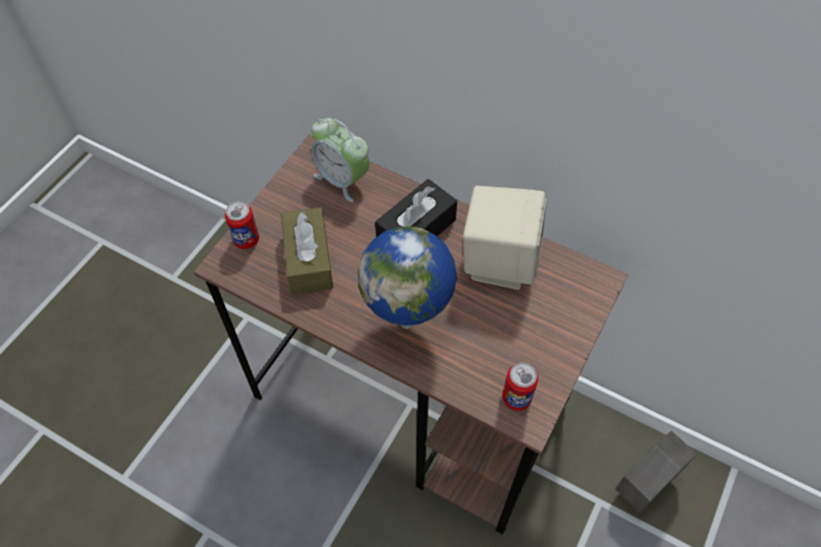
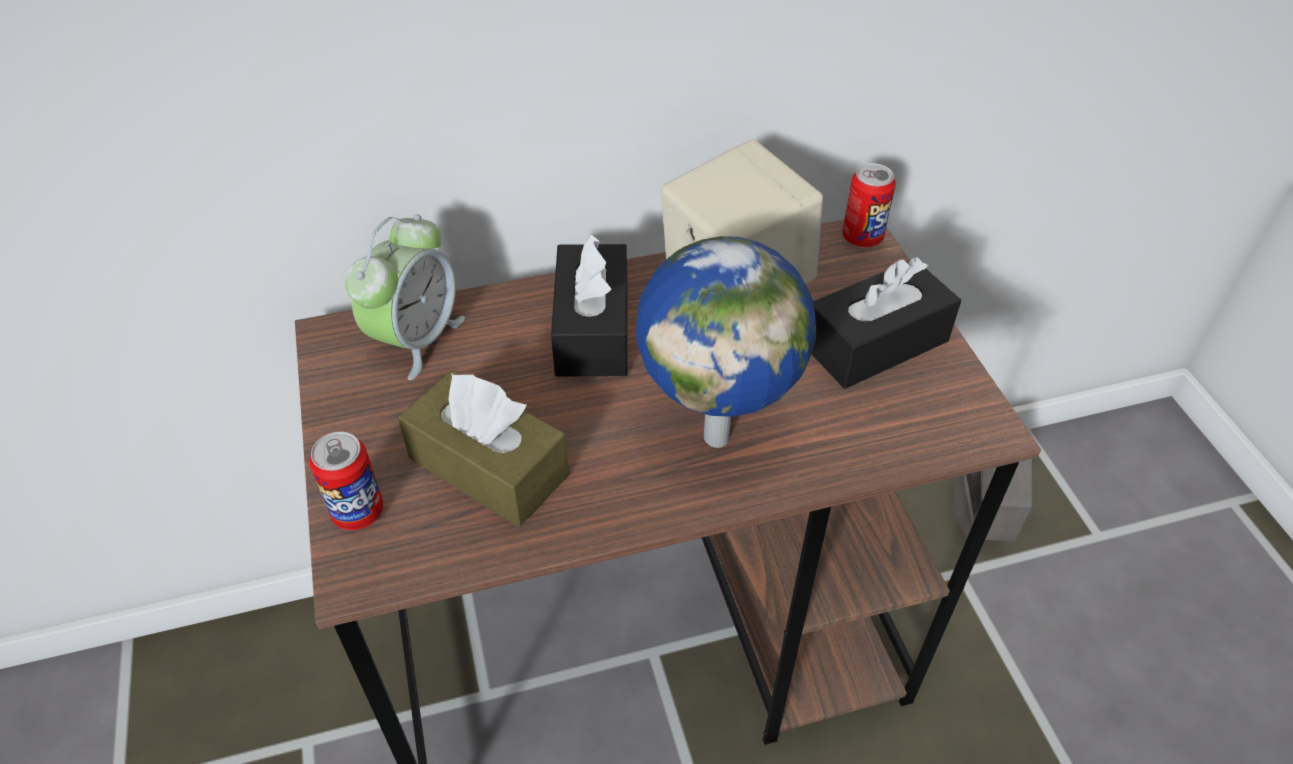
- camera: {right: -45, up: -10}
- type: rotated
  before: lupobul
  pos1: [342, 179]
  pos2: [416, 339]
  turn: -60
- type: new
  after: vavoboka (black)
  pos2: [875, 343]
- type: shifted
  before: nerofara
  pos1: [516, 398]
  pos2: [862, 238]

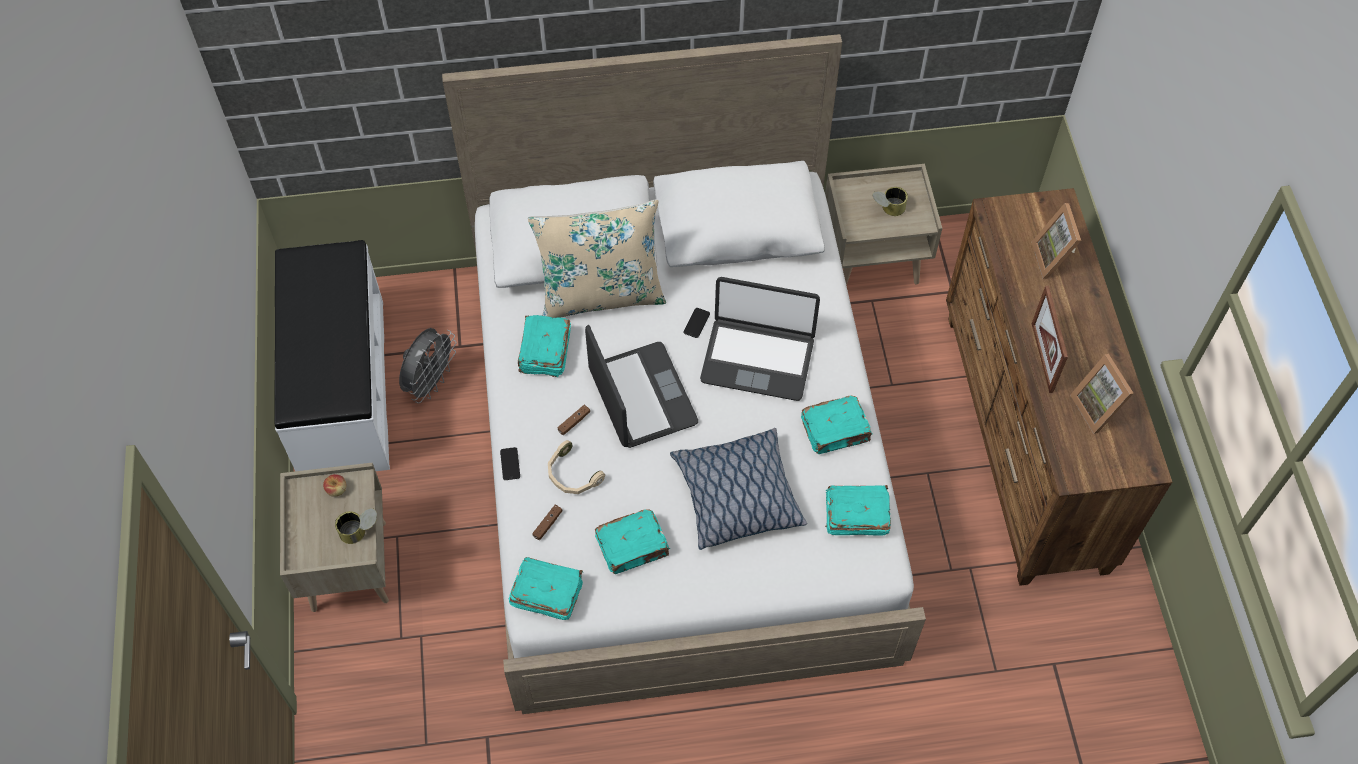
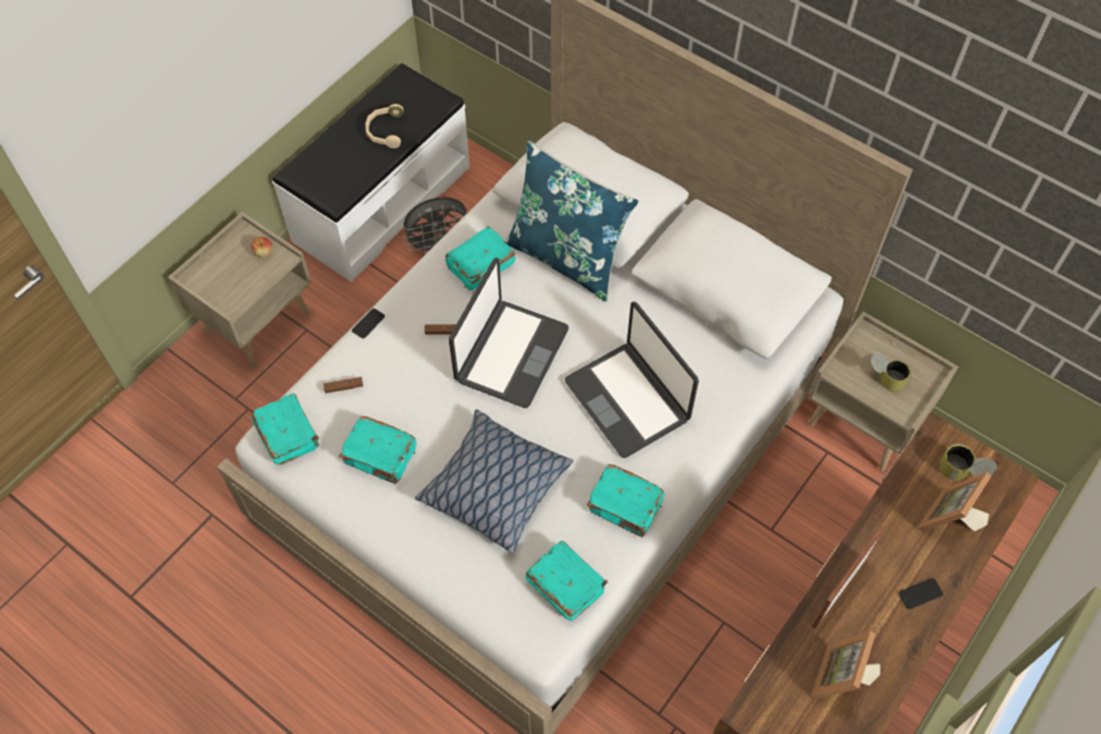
- camera: {right: 45, up: 0}
- type: shifted
  before: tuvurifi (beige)
  pos1: [572, 475]
  pos2: [385, 131]
- type: repainted
  before: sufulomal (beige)
  after: sufulomal (blue)
  pos1: [601, 294]
  pos2: [567, 257]
- type: shifted
  before: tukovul
  pos1: [696, 323]
  pos2: [920, 594]
- type: shifted
  before: nerofara
  pos1: [360, 531]
  pos2: [961, 473]

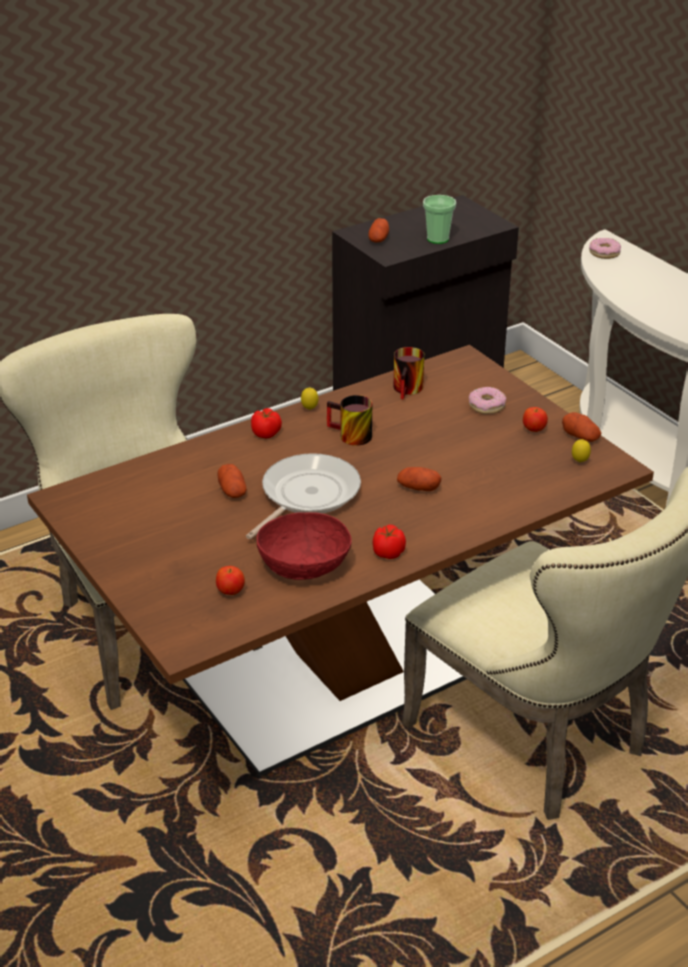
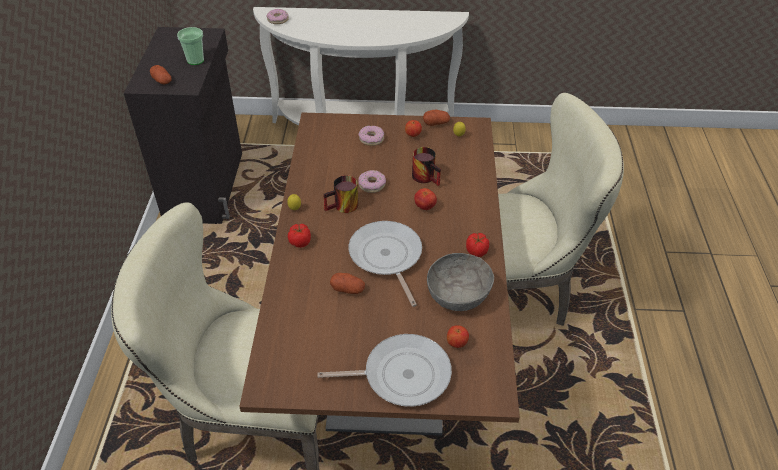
- camera: {right: -55, up: 10}
- type: new
  after: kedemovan
  pos2: [401, 374]
- type: new
  after: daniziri
  pos2: [371, 185]
- type: shifted
  before: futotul
  pos1: [409, 390]
  pos2: [427, 177]
- type: swapped
  before: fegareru
  after: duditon
  pos1: [418, 488]
  pos2: [425, 206]
- type: repainted
  before: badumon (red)
  after: badumon (grey)
  pos1: [305, 565]
  pos2: [458, 294]

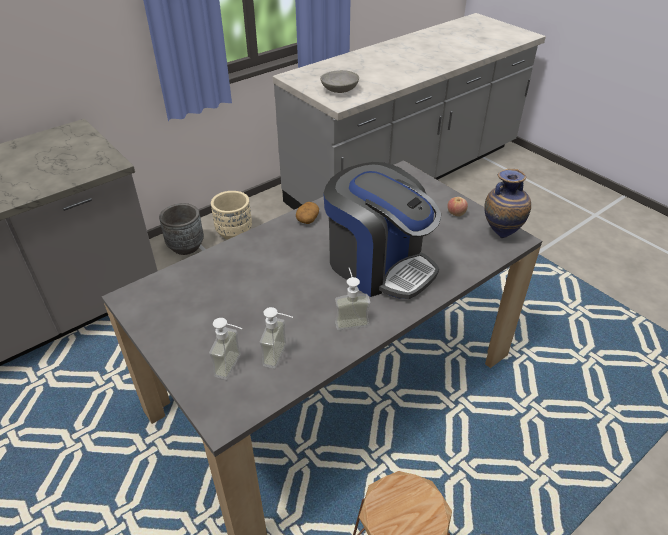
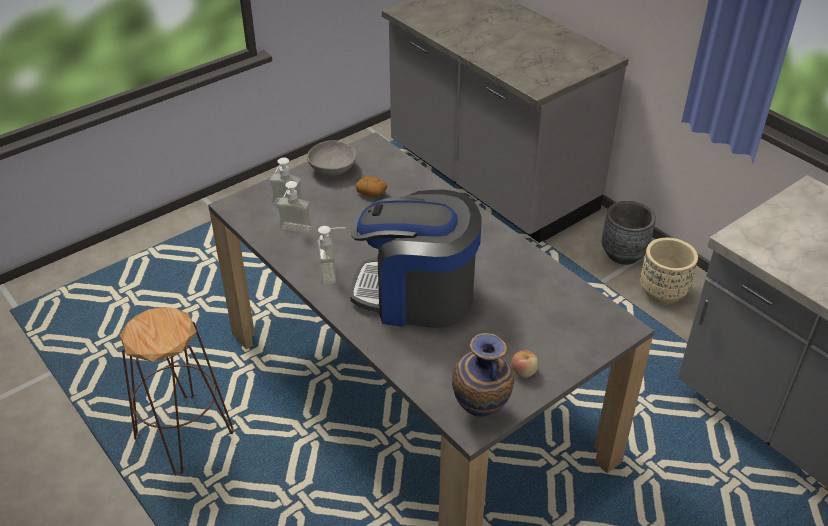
- camera: {right: 90, up: 0}
- type: shifted
  before: badumon (grey)
  pos1: [339, 91]
  pos2: [332, 169]
- type: rotated
  before: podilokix
  pos1: [379, 265]
  pos2: [416, 295]
  turn: 60
- type: shifted
  before: fegareru
  pos1: [307, 219]
  pos2: [371, 193]

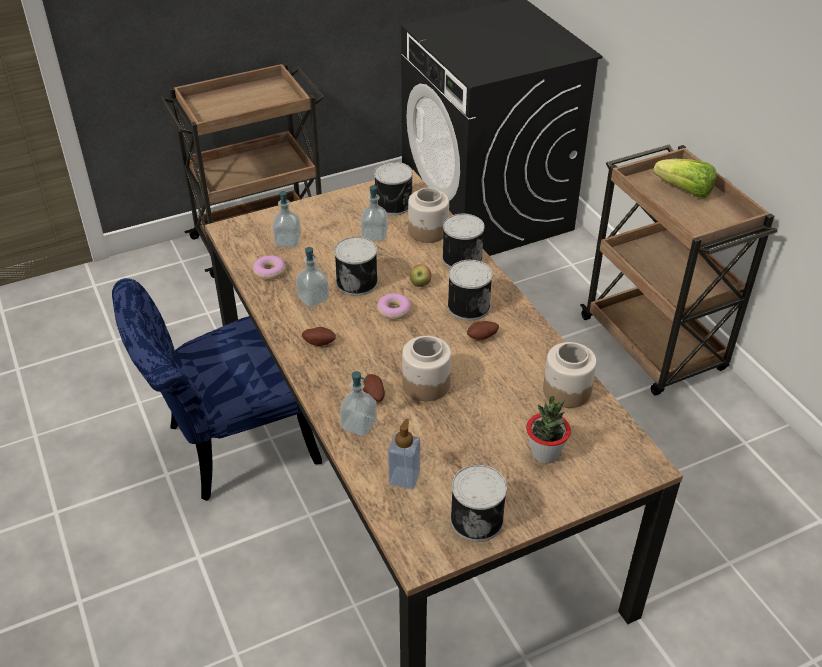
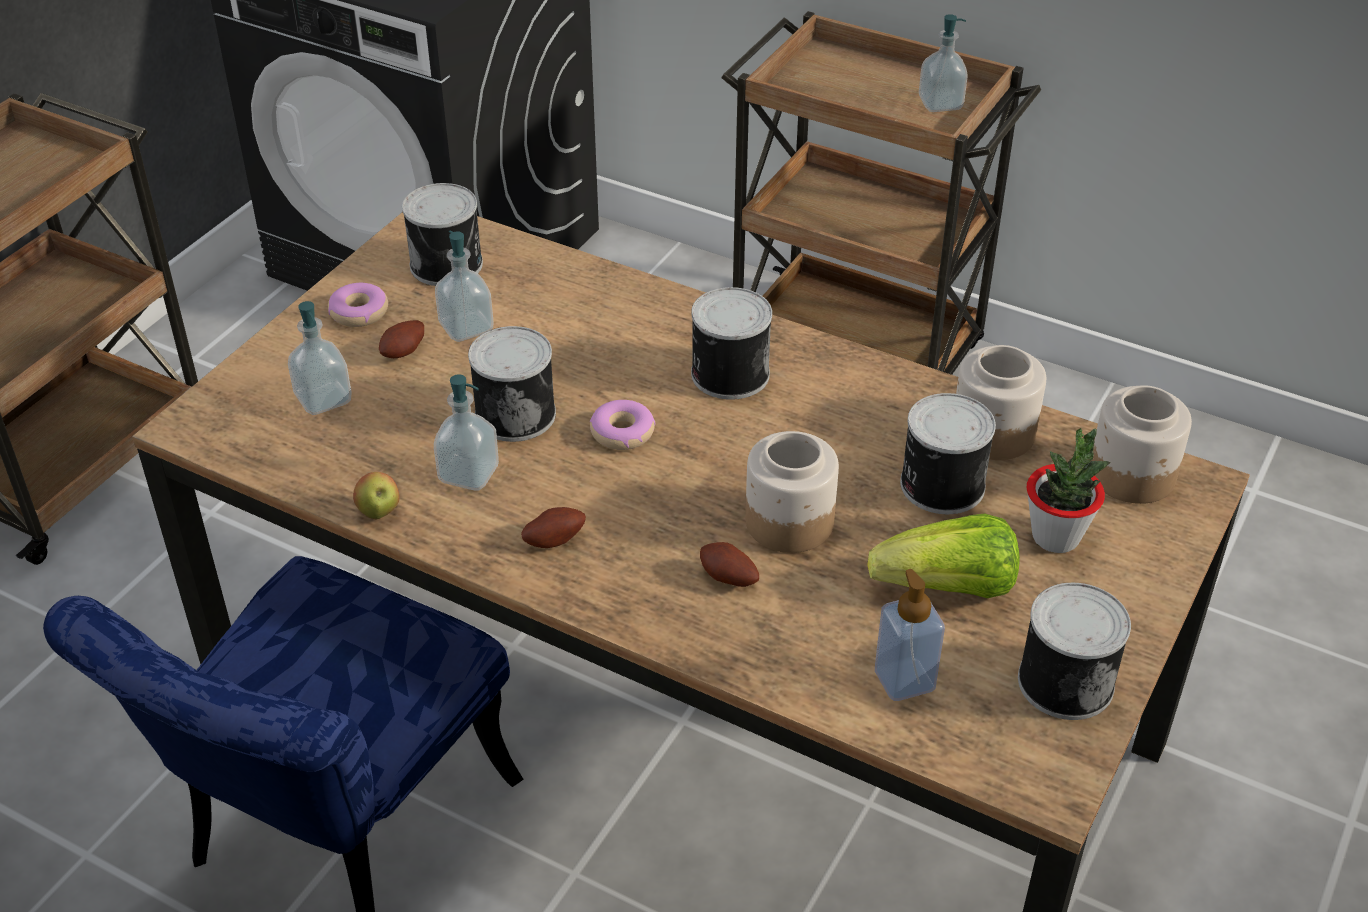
- camera: {right: -35, up: 0}
- type: shifted
  before: daniziri
  pos1: [269, 271]
  pos2: [359, 312]
- type: shifted
  before: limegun
  pos1: [420, 284]
  pos2: [379, 512]
- type: shifted
  before: fegareru
  pos1: [482, 337]
  pos2: [405, 353]
- type: shifted
  before: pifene
  pos1: [684, 191]
  pos2: [948, 588]
- type: shifted
  before: nerofara
  pos1: [461, 258]
  pos2: [940, 484]
- type: shifted
  before: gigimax
  pos1: [359, 425]
  pos2: [940, 103]
- type: shifted
  before: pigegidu
  pos1: [428, 231]
  pos2: [1133, 475]

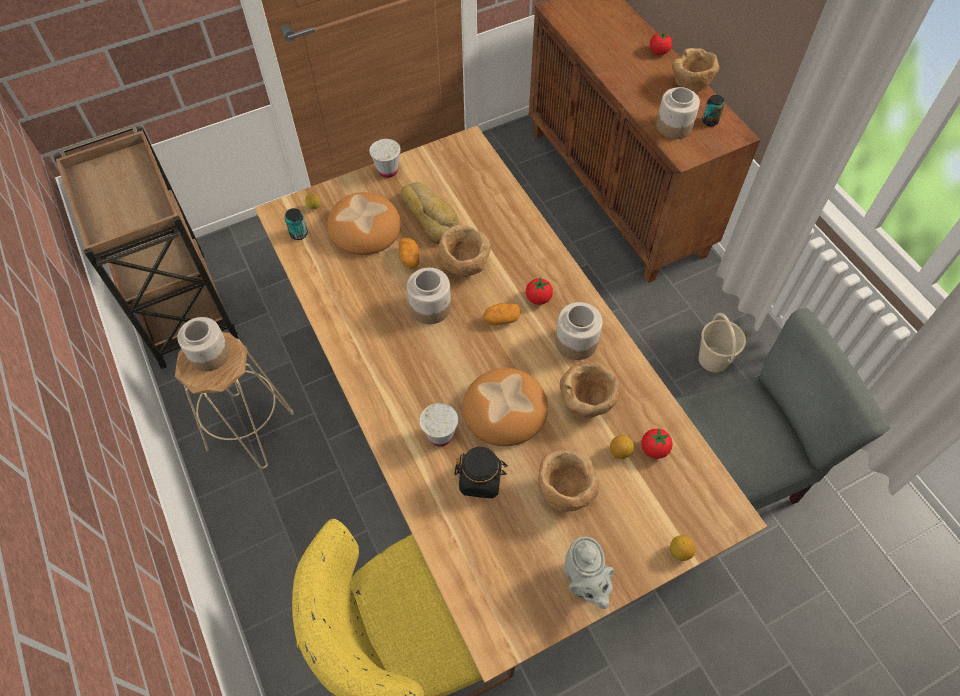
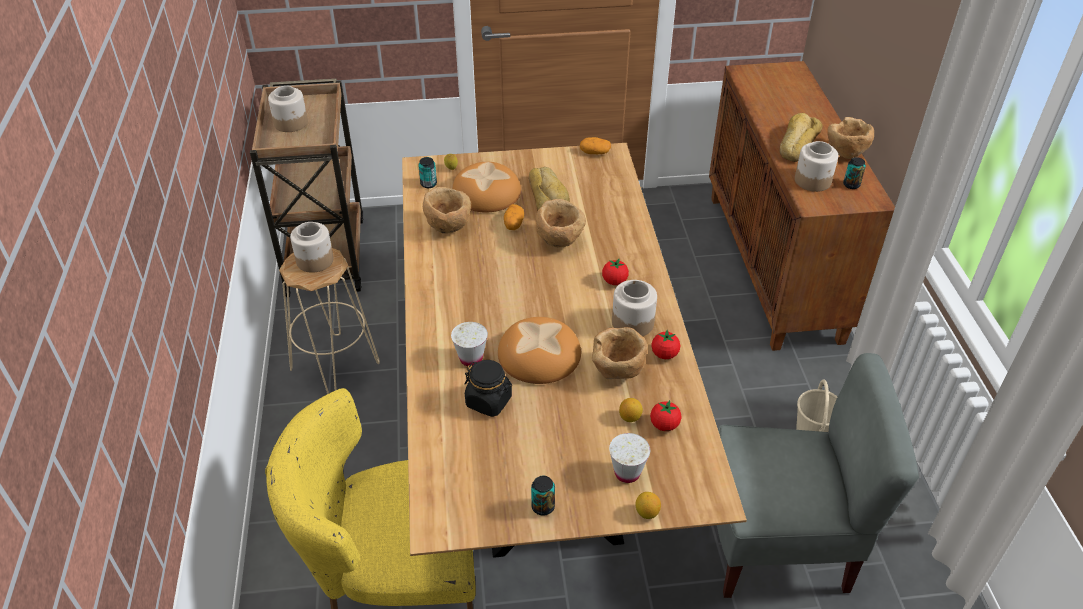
- camera: {right: 20, up: -15}
- type: shifted
  before: pigegidu
  pos1: [431, 307]
  pos2: [291, 123]
- type: shifted
  before: badumon (brown)
  pos1: [564, 491]
  pos2: [448, 227]
- type: swapped
  before: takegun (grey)
  after: nerofara
  pos1: [584, 581]
  pos2: [543, 507]
- type: shifted
  before: fegareru
  pos1: [501, 319]
  pos2: [595, 152]
- type: shifted
  before: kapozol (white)
  pos1: [388, 171]
  pos2: [627, 473]
- type: shifted
  before: duditon
  pos1: [659, 52]
  pos2: [664, 354]
- type: new
  after: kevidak
  pos2: [797, 143]

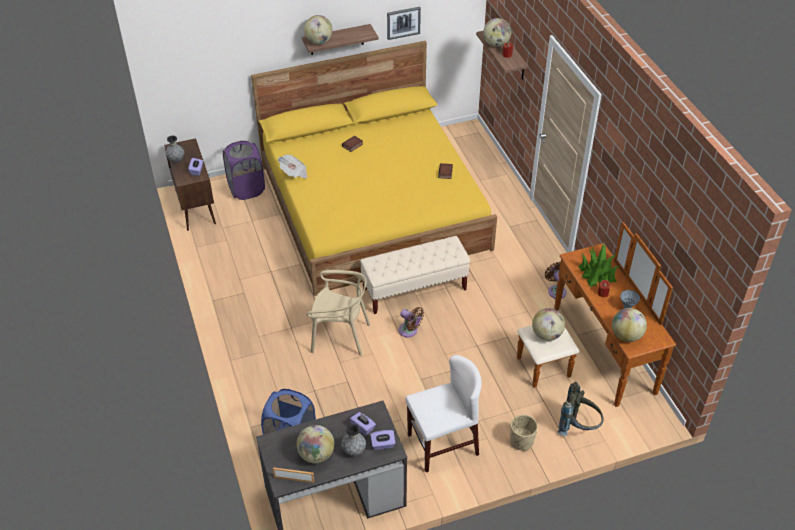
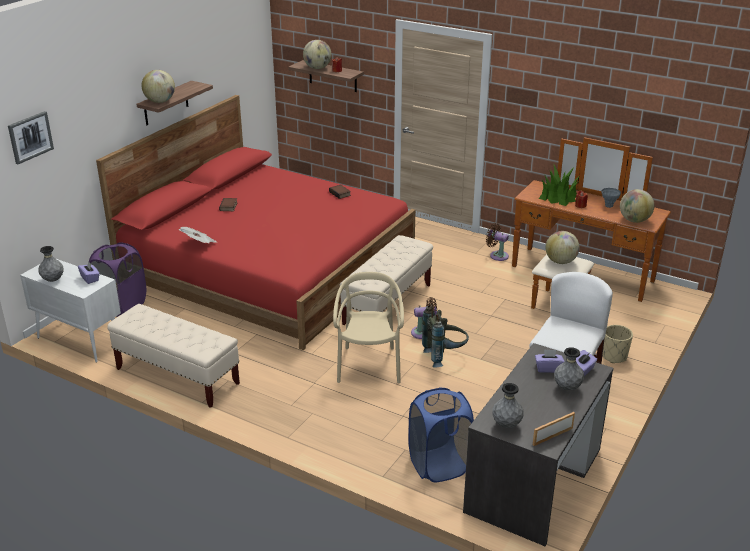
- camera: {right: -40, up: -15}
- type: shifted
  before: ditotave
  pos1: [403, 22]
  pos2: [30, 137]
- type: repainted
  before: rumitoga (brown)
  after: rumitoga (white)
  pos1: [195, 206]
  pos2: [79, 341]
- type: repainted
  before: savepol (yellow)
  after: savepol (red)
  pos1: [373, 206]
  pos2: [269, 267]
- type: new
  after: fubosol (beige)
  pos2: [177, 376]
- type: rotated
  before: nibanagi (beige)
  pos1: [340, 336]
  pos2: [369, 366]
  turn: -60
- type: shifted
  before: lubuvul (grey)
  pos1: [578, 427]
  pos2: [444, 356]
- type: new
  after: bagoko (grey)
  pos2: [506, 425]
- type: gone
  before: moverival
  pos1: [316, 454]

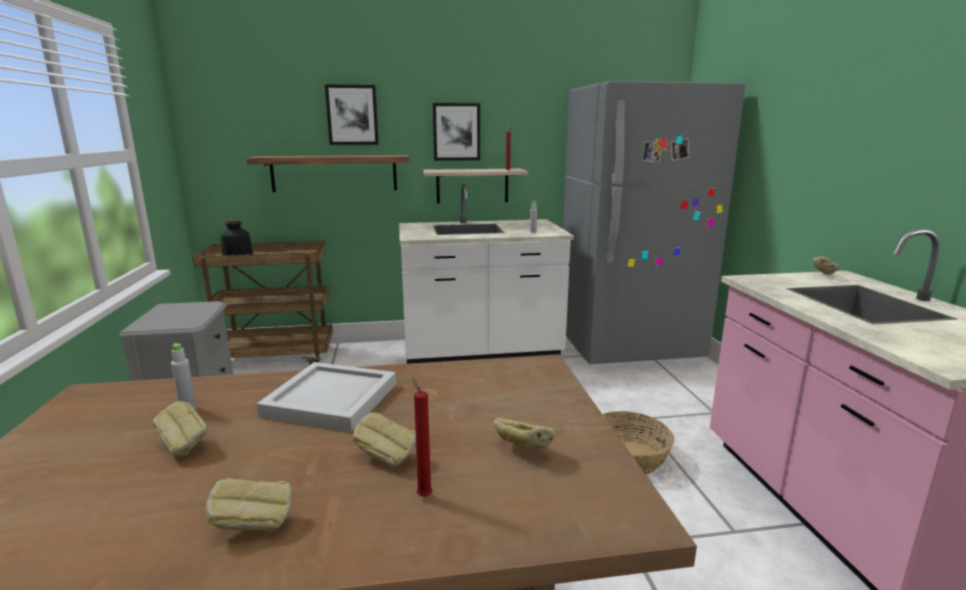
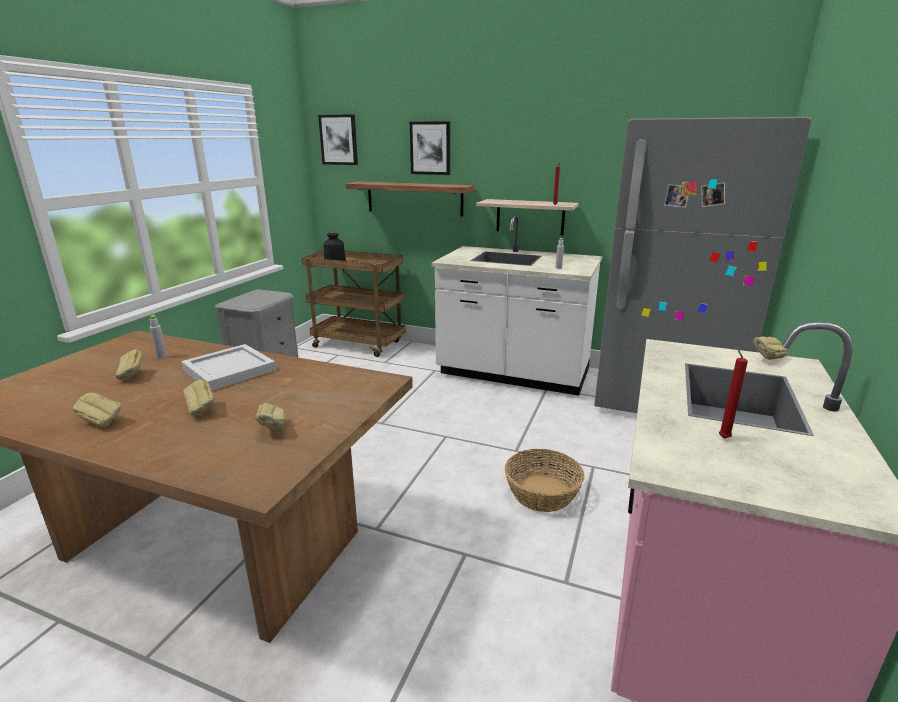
- camera: {right: 30, up: 5}
- type: shifted
  before: ditotave
  pos1: [456, 132]
  pos2: [339, 140]
- type: shifted
  before: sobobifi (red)
  pos1: [423, 495]
  pos2: [723, 437]

